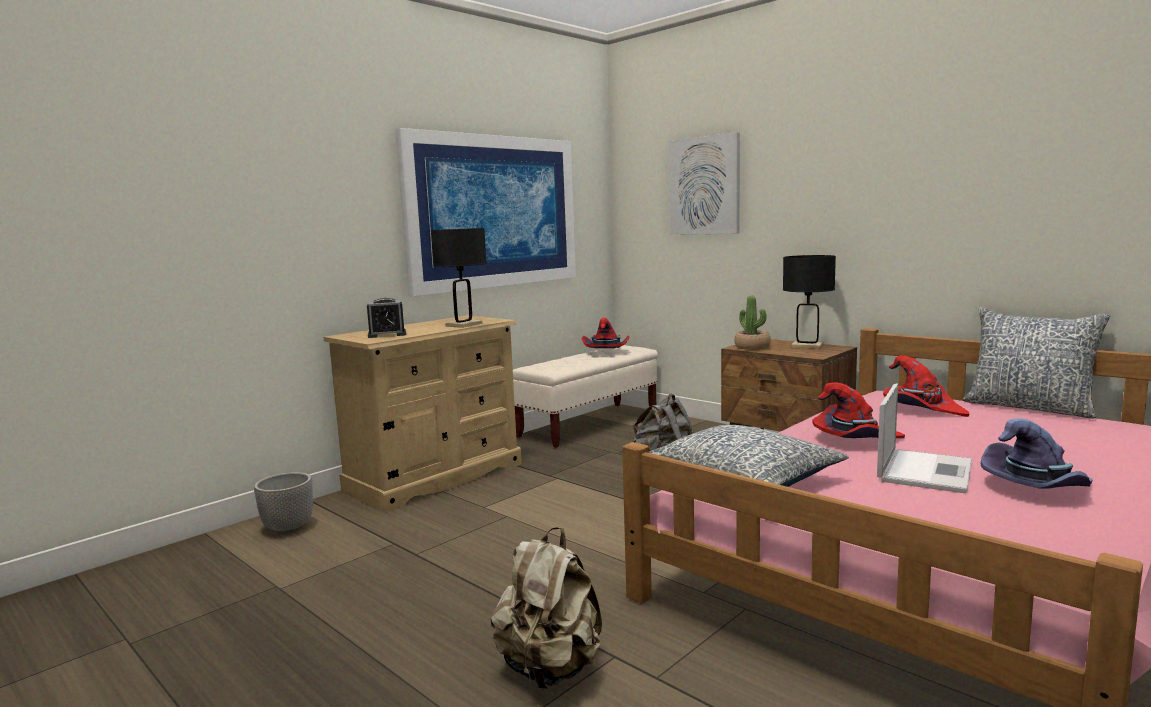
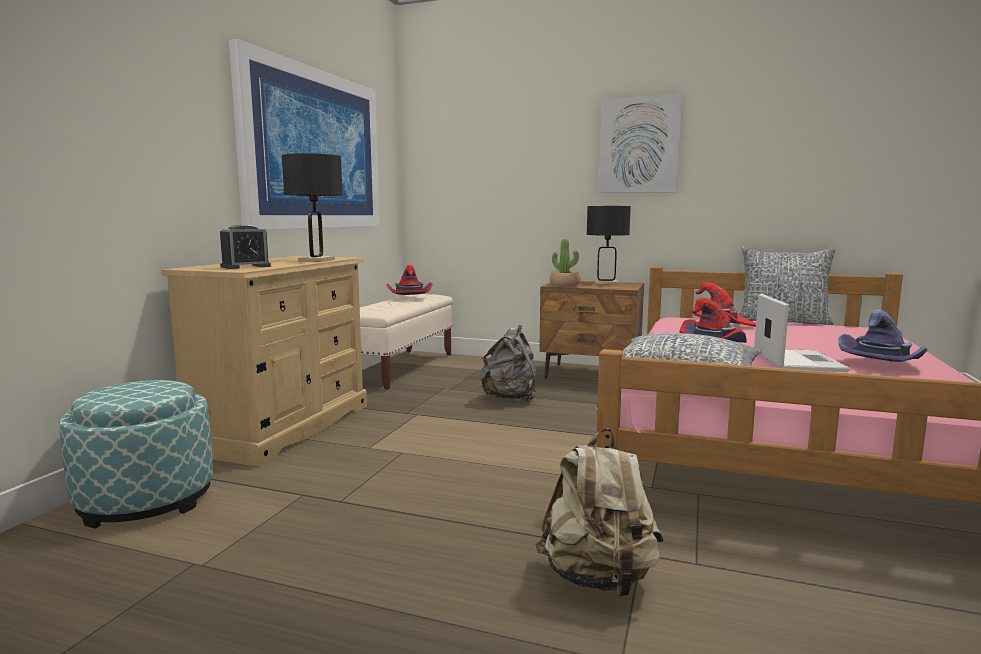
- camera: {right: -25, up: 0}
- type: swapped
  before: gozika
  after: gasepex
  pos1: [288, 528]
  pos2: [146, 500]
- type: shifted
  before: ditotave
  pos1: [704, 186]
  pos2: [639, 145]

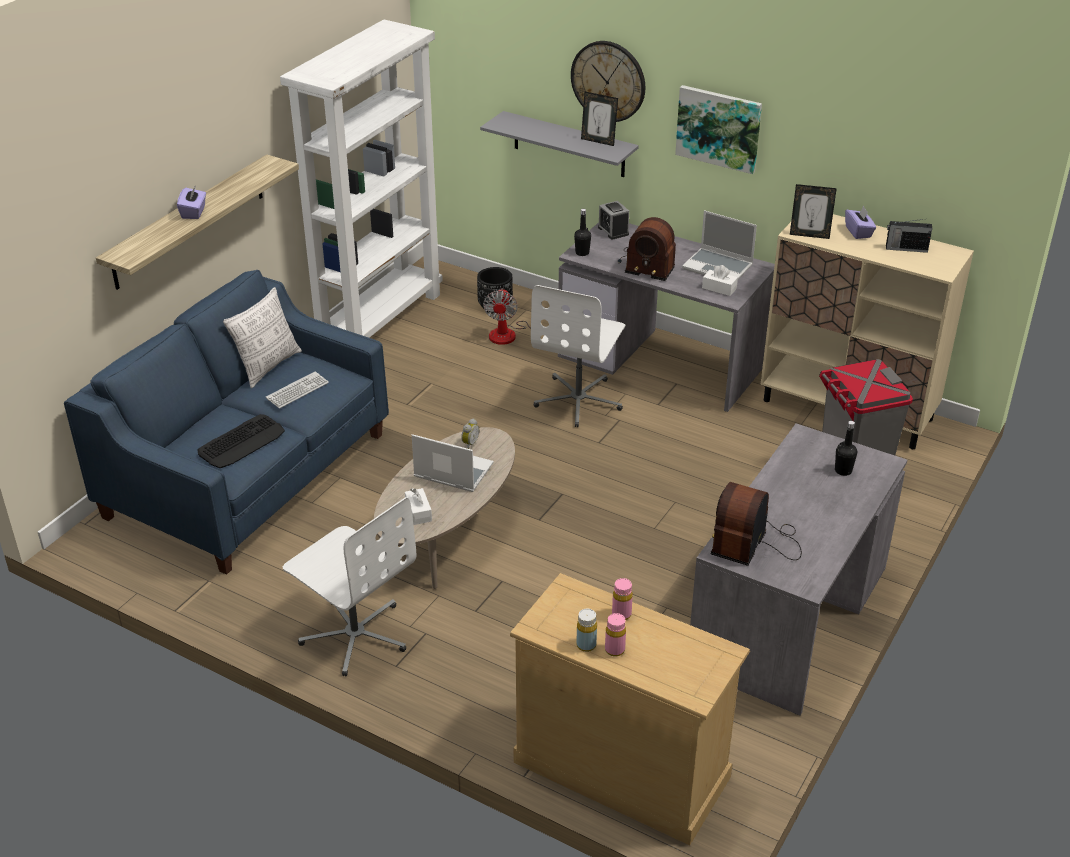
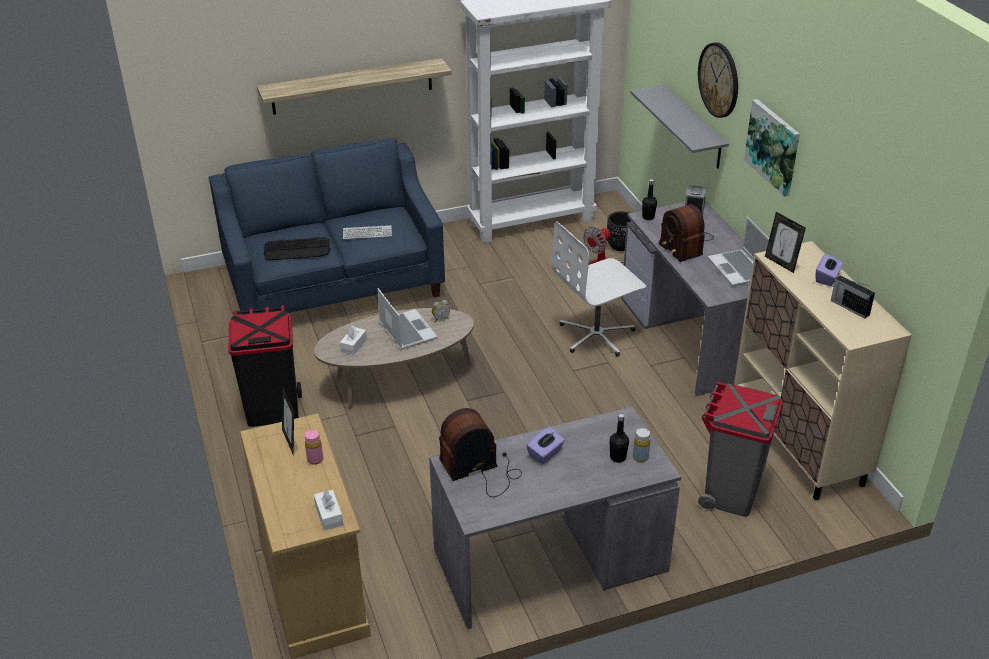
- camera: {right: 40, up: 0}
- type: swapped
  before: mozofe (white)
  after: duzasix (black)
  pos1: [355, 635]
  pos2: [272, 410]
- type: shifted
  before: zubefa
  pos1: [598, 141]
  pos2: [291, 441]
- type: shifted
  before: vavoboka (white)
  pos1: [719, 288]
  pos2: [329, 515]
- type: shifted
  before: vavoboka (purple)
  pos1: [194, 212]
  pos2: [545, 454]
- type: shifted
  before: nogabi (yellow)
  pos1: [586, 645]
  pos2: [640, 457]
- type: gone
  before: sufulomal
  pos1: [268, 366]
- type: gone
  before: nogabi (pink)
  pos1: [614, 650]

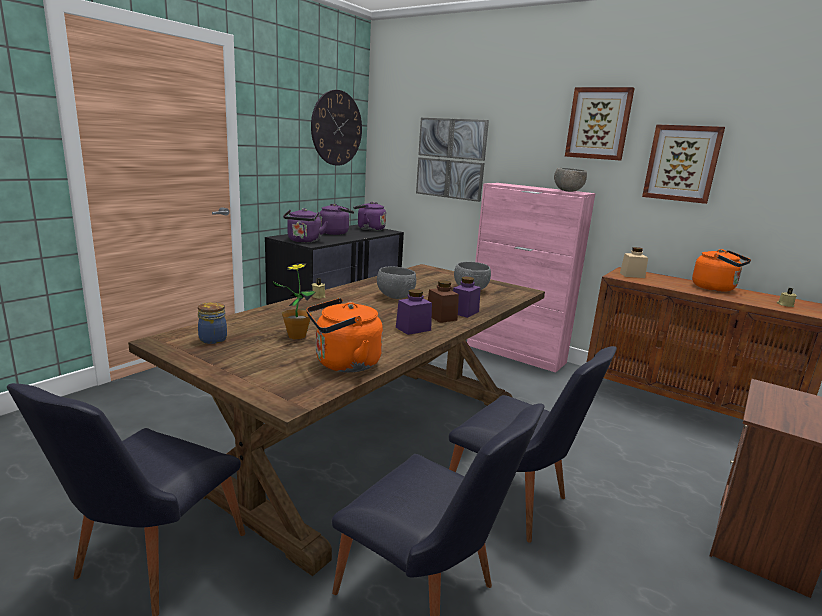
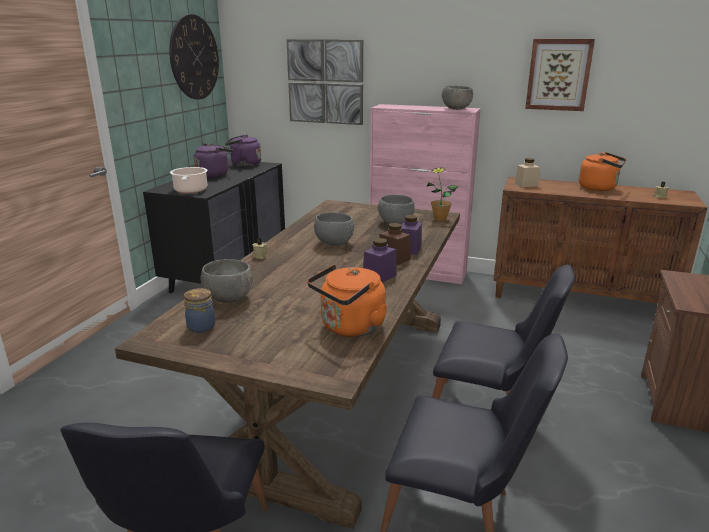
- camera: {right: -15, up: 5}
- type: swapped
  before: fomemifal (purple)
  after: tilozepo
  pos1: [304, 241]
  pos2: [190, 190]
- type: new
  after: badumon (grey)
  pos2: [229, 299]
- type: shifted
  before: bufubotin
  pos1: [297, 336]
  pos2: [440, 218]
- type: gone
  before: ditotave
  pos1: [598, 123]

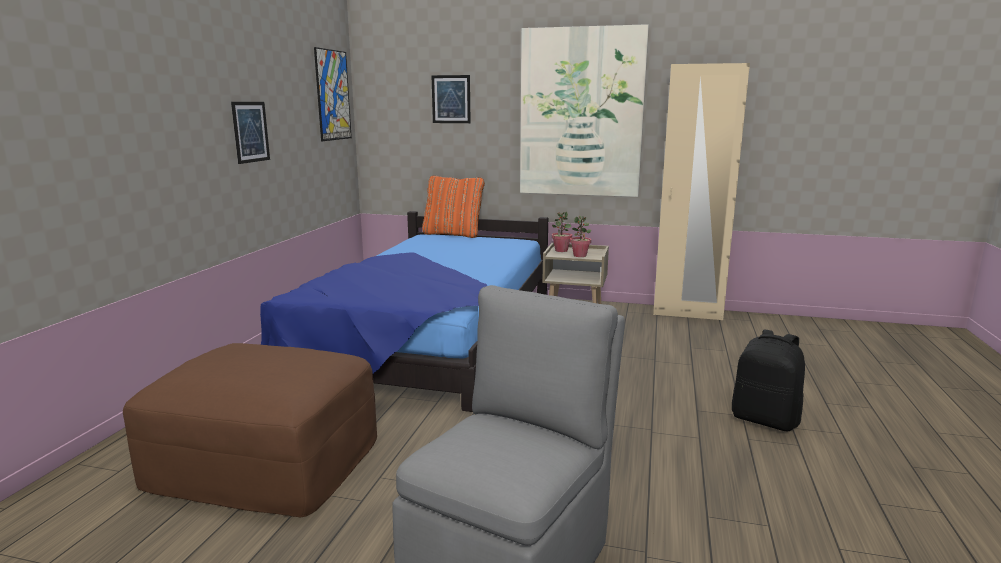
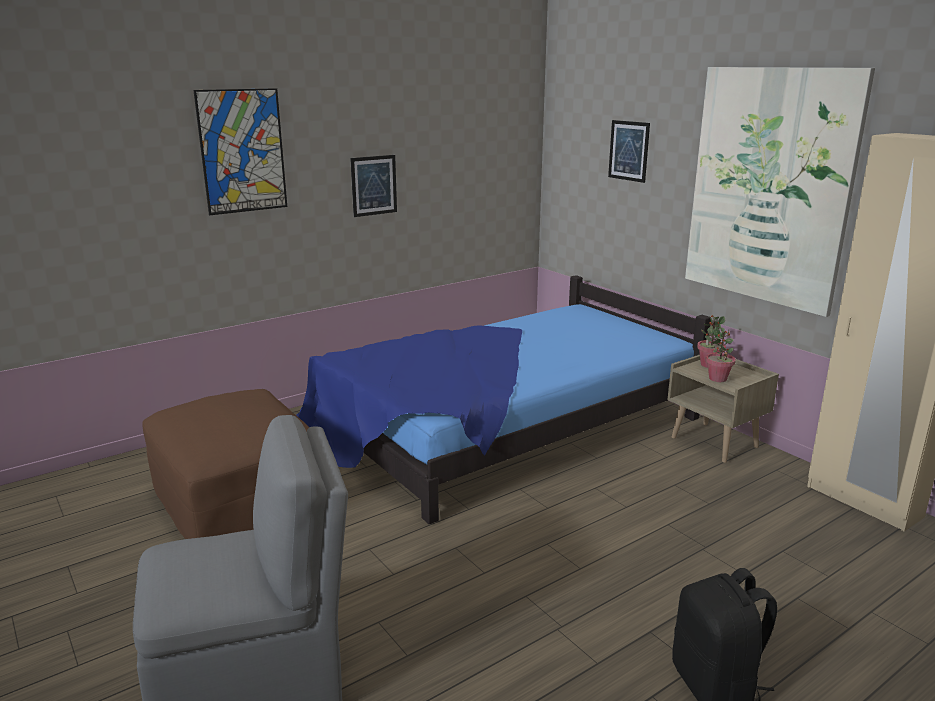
- camera: {right: 40, up: 5}
- type: shifted
  before: ditotave
  pos1: [333, 95]
  pos2: [242, 151]
- type: gone
  before: sufulomal (orange)
  pos1: [453, 234]

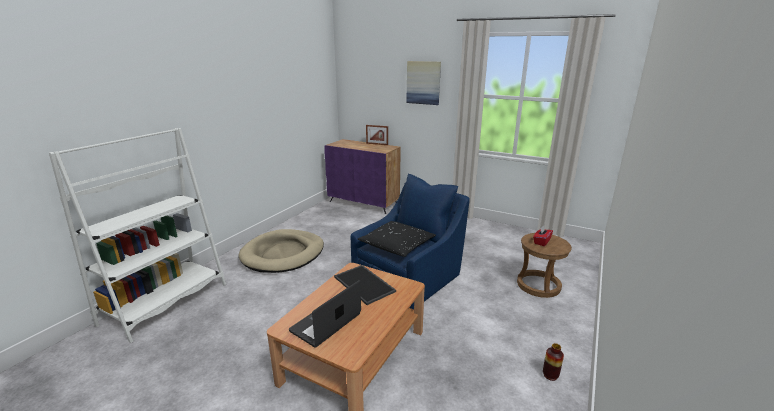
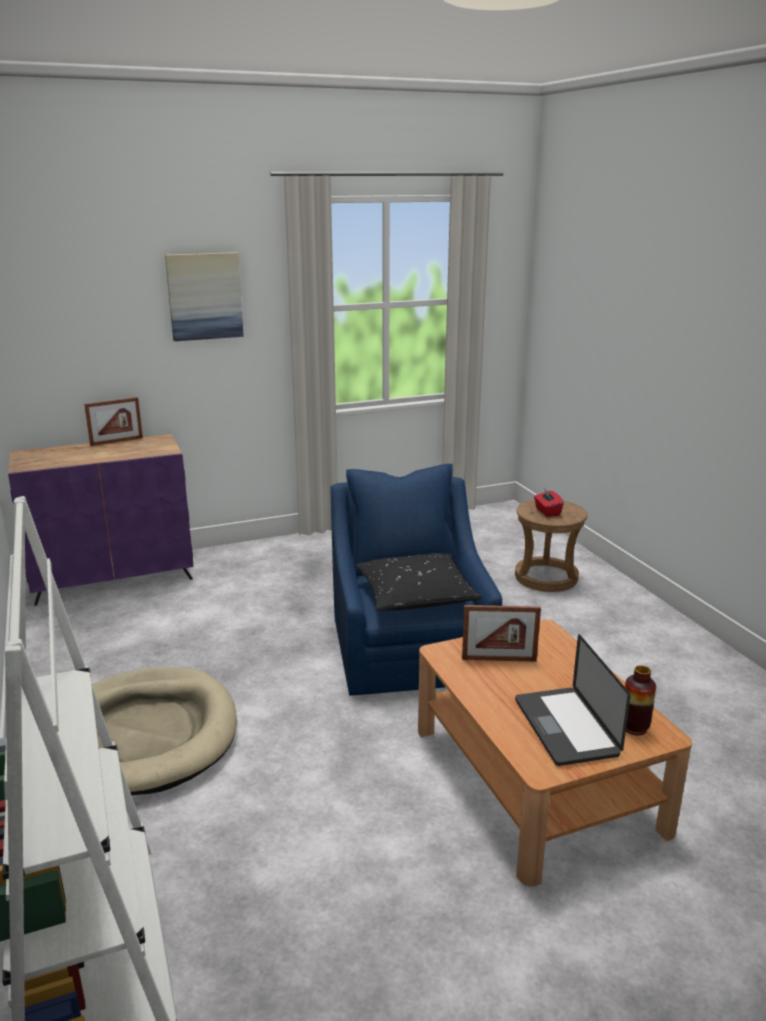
- camera: {right: -50, up: 0}
- type: swapped
  before: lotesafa
  after: zubefa
  pos1: [365, 284]
  pos2: [499, 659]
- type: shifted
  before: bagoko
  pos1: [550, 375]
  pos2: [634, 728]

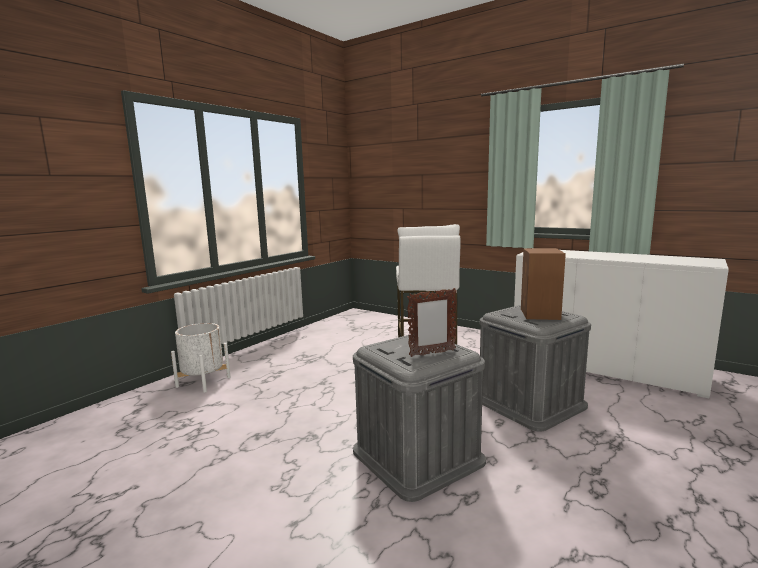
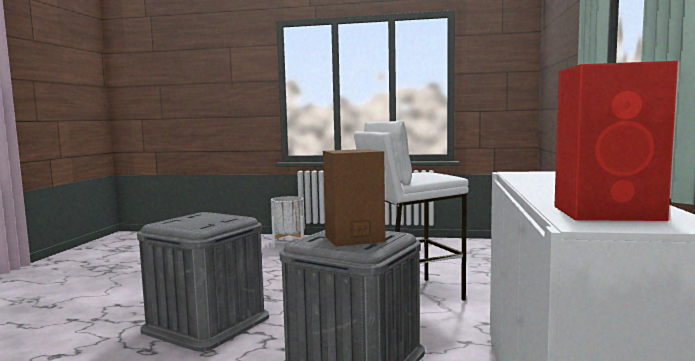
- camera: {right: 65, up: -5}
- type: new
  after: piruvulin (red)
  pos2: [609, 213]
- type: gone
  before: zubefa
  pos1: [432, 353]

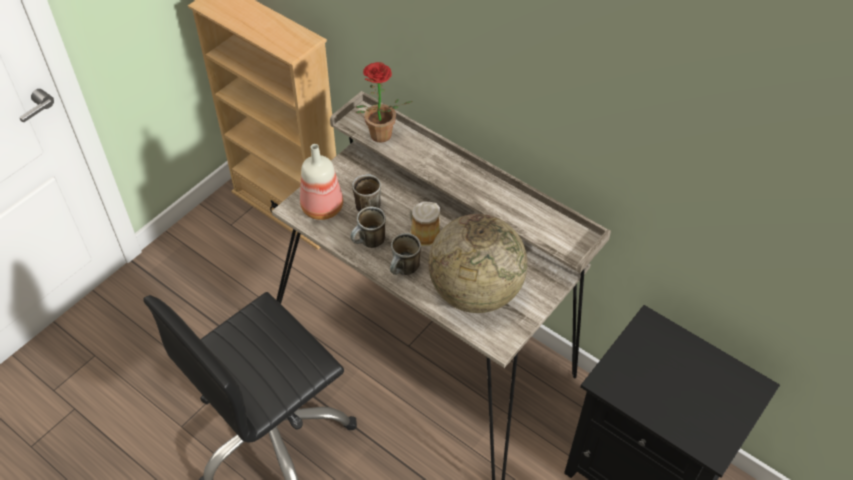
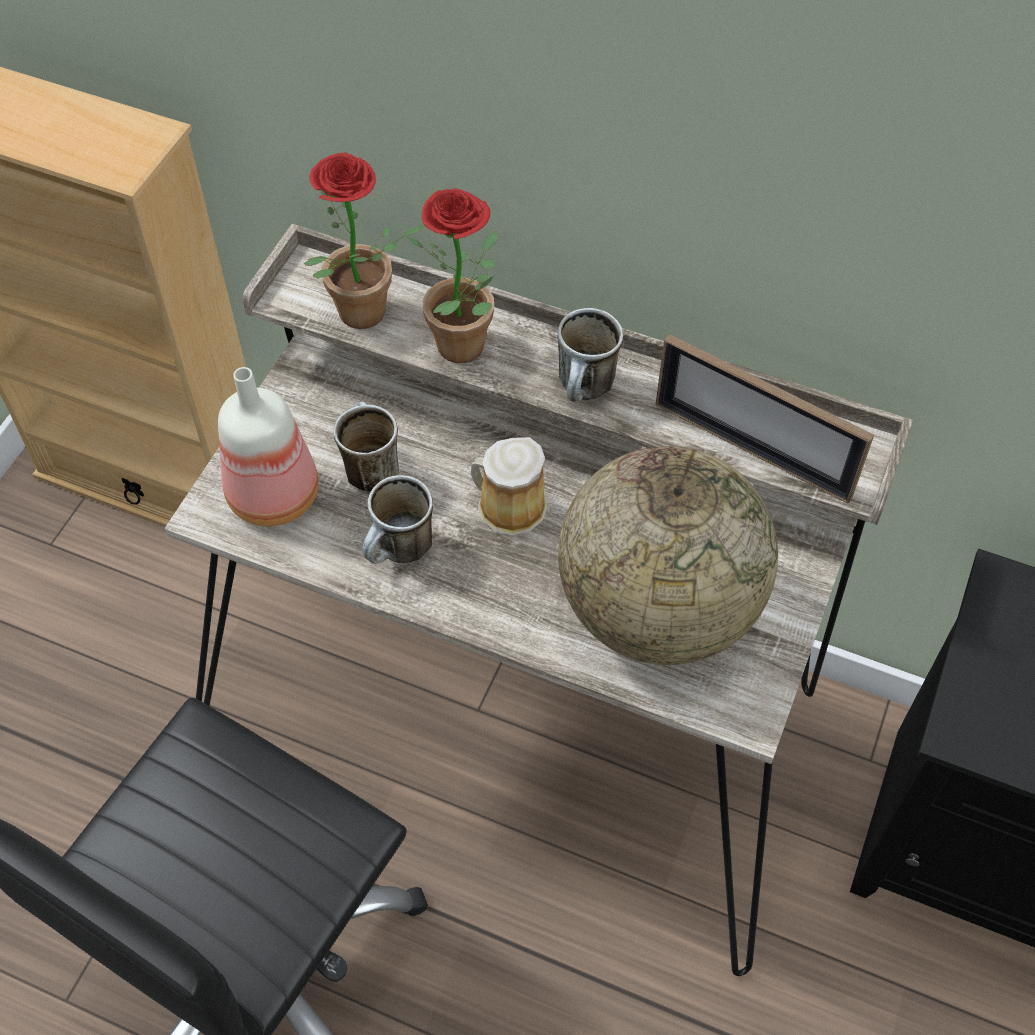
- camera: {right: -15, up: 5}
- type: new
  after: bufubotin
  pos2: [467, 351]
- type: shifted
  before: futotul
  pos1: [404, 271]
  pos2: [586, 392]
- type: new
  after: zubefa
  pos2: [751, 450]

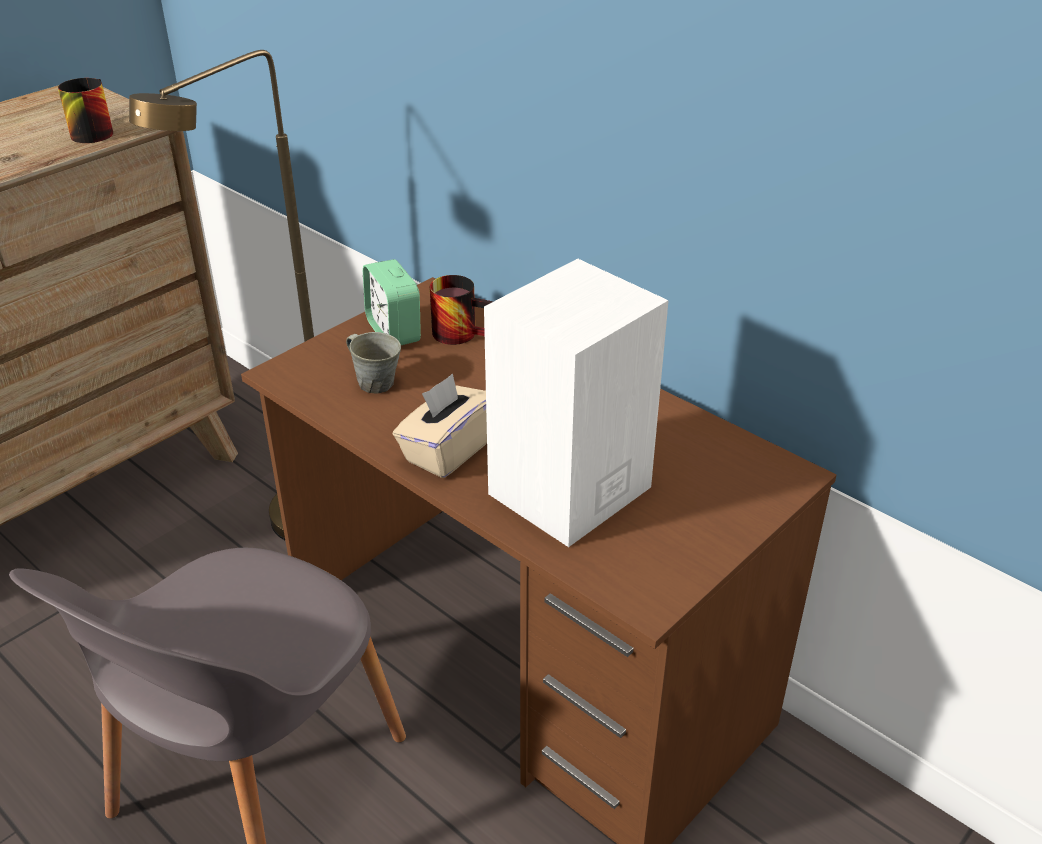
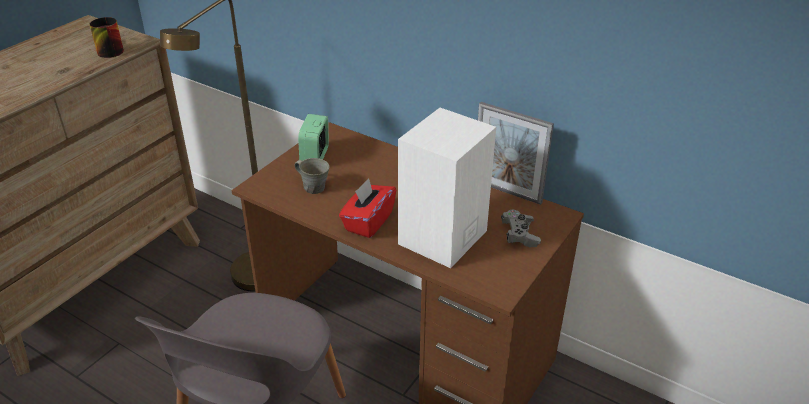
- camera: {right: -10, up: 0}
- type: rotated
  before: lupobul
  pos1: [393, 331]
  pos2: [315, 156]
  turn: 45
- type: repainted
  before: vavoboka (beige)
  after: vavoboka (red)
  pos1: [448, 450]
  pos2: [368, 222]
- type: new
  after: zubefa
  pos2: [507, 191]
- type: new
  after: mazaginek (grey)
  pos2: [519, 235]
- type: gone
  before: futotul
  pos1: [463, 332]

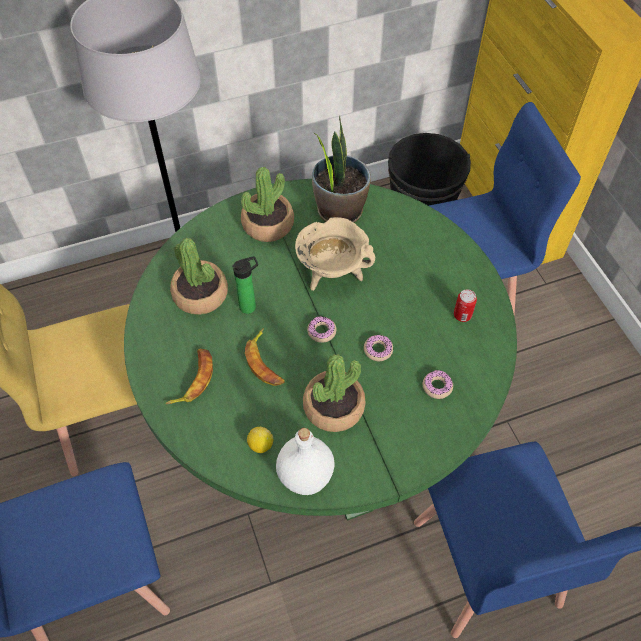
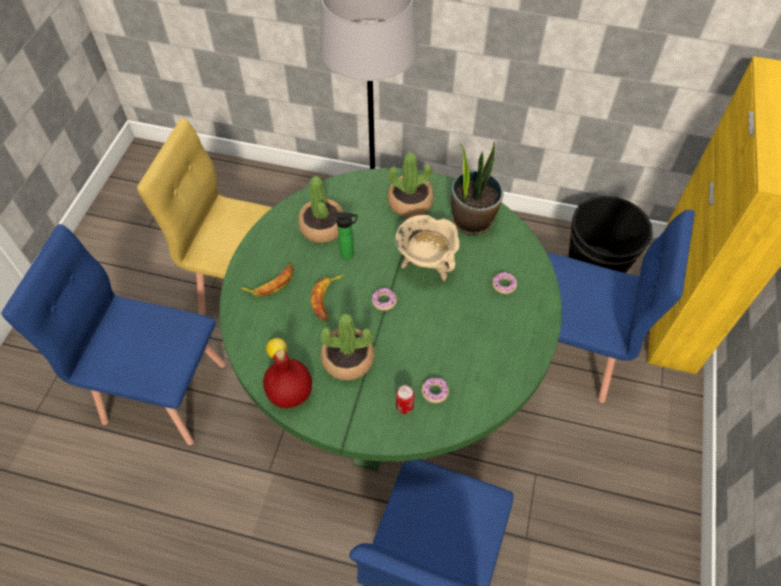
- camera: {right: 35, up: 0}
- type: repainted
  before: nogabi (white)
  after: nogabi (red)
  pos1: [306, 474]
  pos2: [291, 393]
- type: shifted
  before: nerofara
  pos1: [462, 315]
  pos2: [404, 406]
- type: shifted
  before: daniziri
  pos1: [378, 350]
  pos2: [504, 285]

